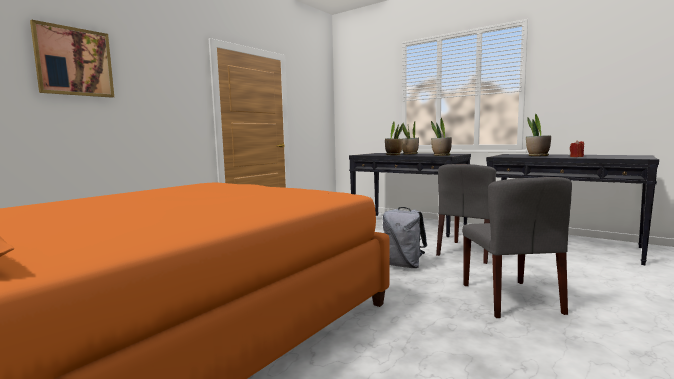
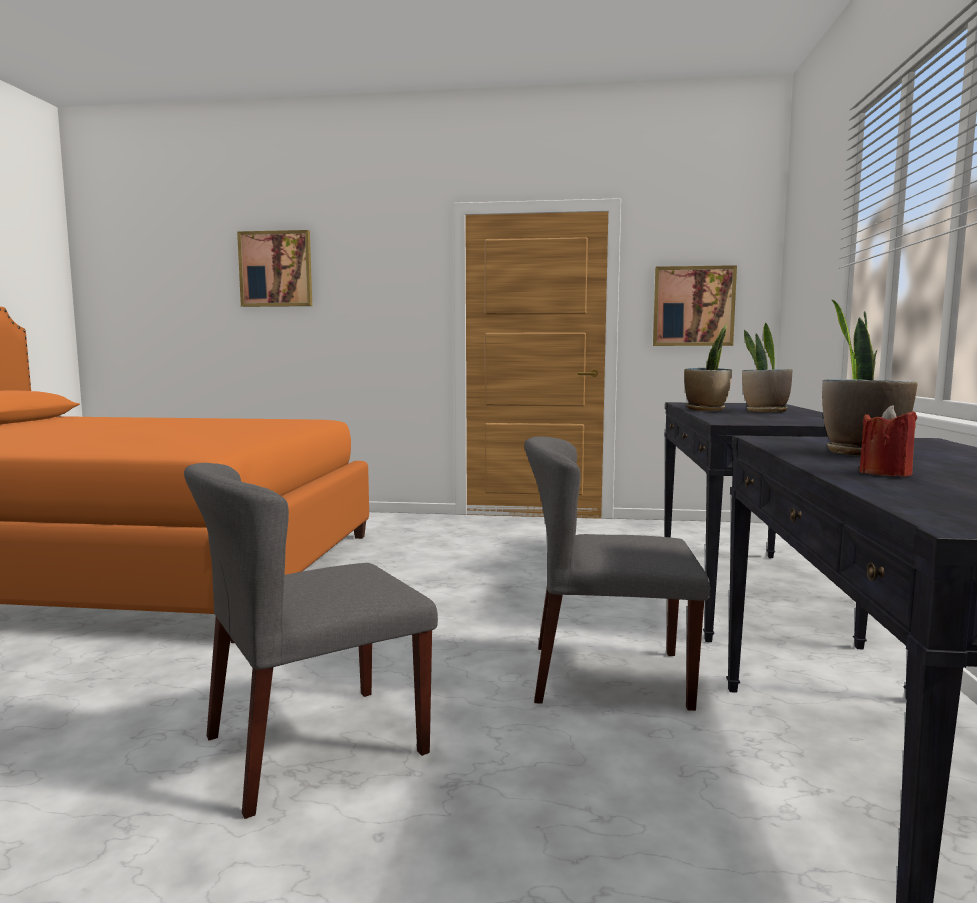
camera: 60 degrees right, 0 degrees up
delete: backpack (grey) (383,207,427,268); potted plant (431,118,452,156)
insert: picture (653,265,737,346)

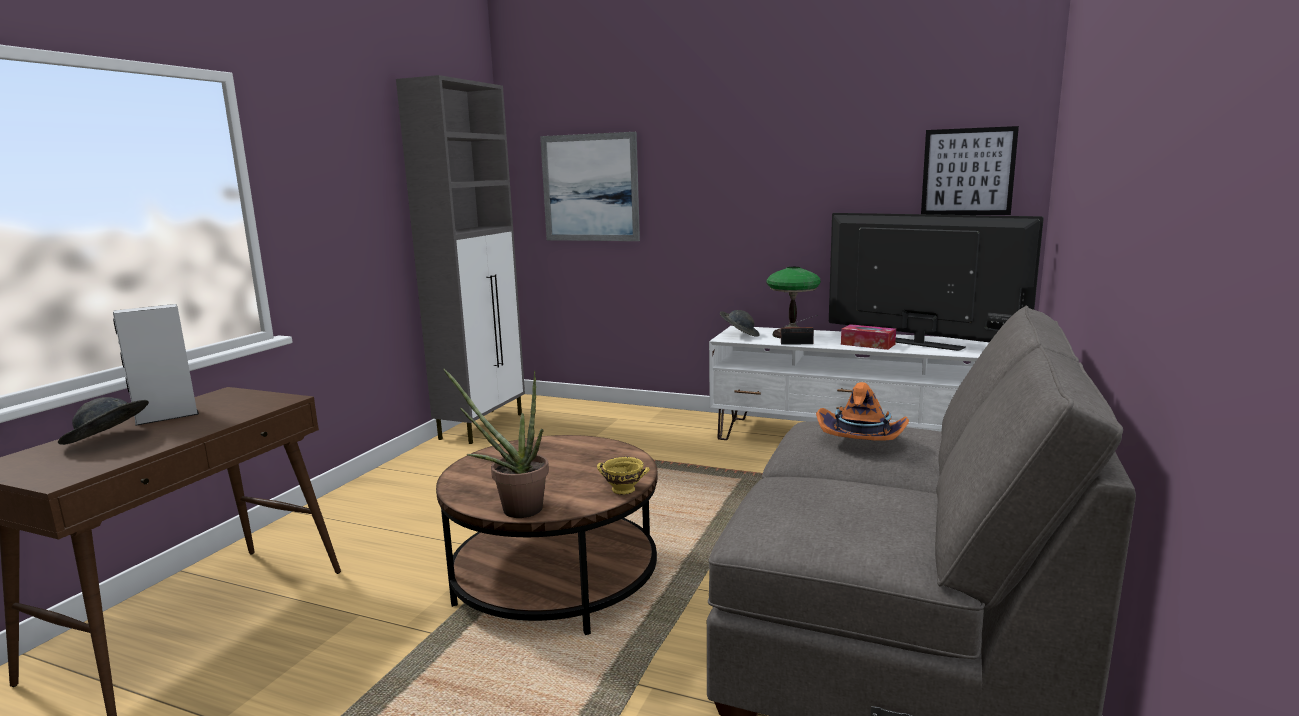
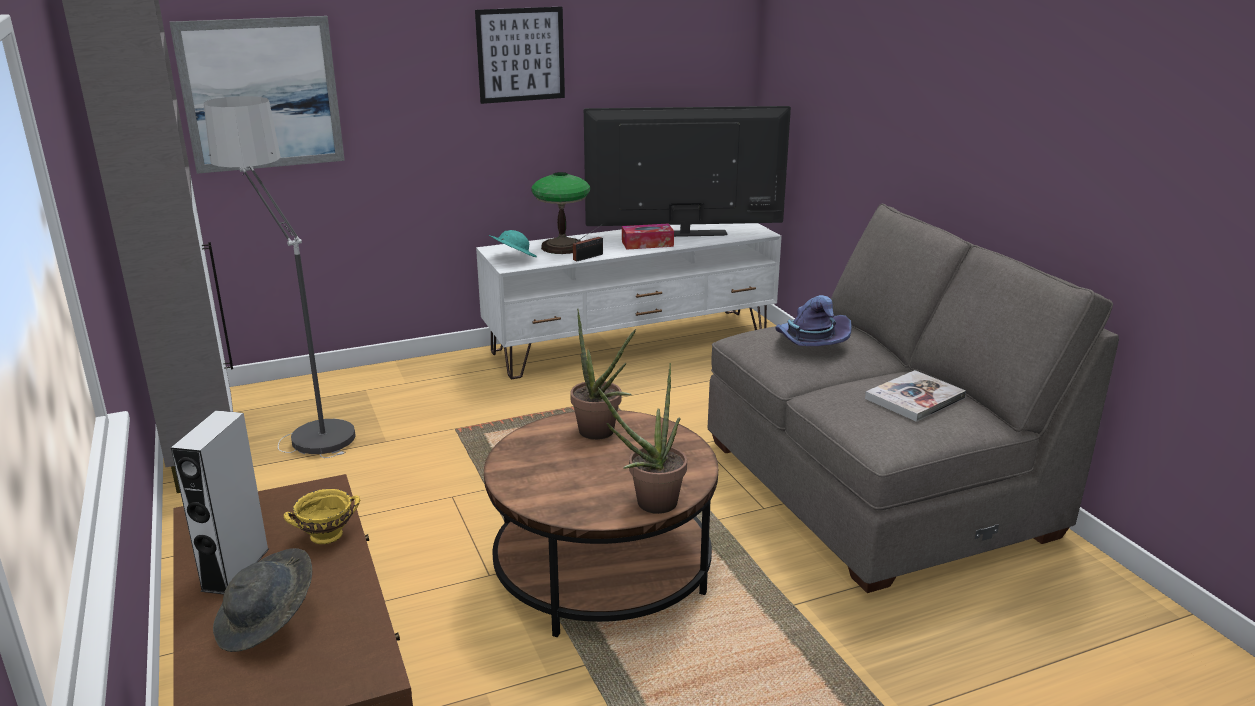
camera: 45 degrees left, 10 degrees up
insert: floor lamp (204,96,356,458); potted plant (570,309,636,440); book (865,370,966,422)
move: bowl (yellow) (597,457,650,495) to (284,489,360,544); picture (921,126,1019,215) to (475,7,565,104)
recolor: hat (grey) (720,310,760,337) to hat (turquoise) (489,230,537,257); hat (orange) (816,382,909,440) to hat (purple) (775,295,852,346)

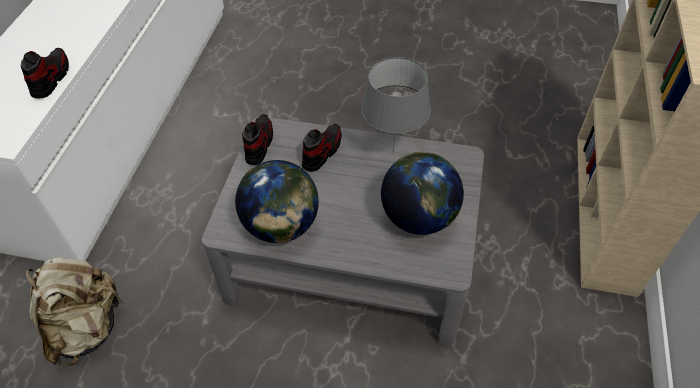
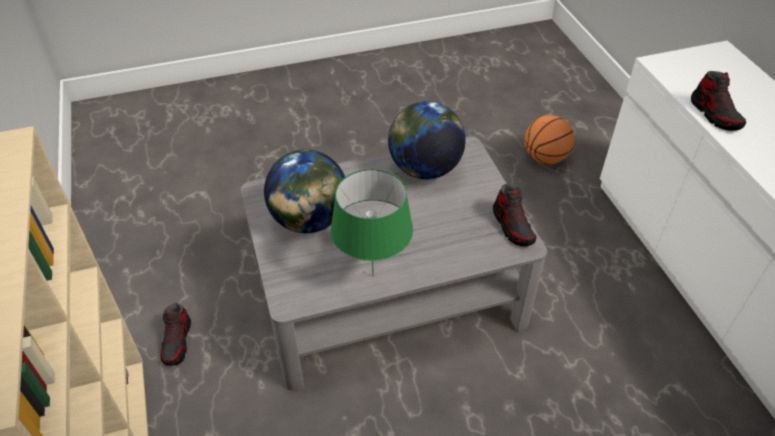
camera: 150 degrees right, 5 degrees down
move: shoe (302,124,342,172) to (160,303,191,366)
replace: backpack (beige) (25,258,124,366) to basketball (524,115,575,164)
recolor: table lamp (grey) (362,57,431,152) to table lamp (green) (330,169,413,277)

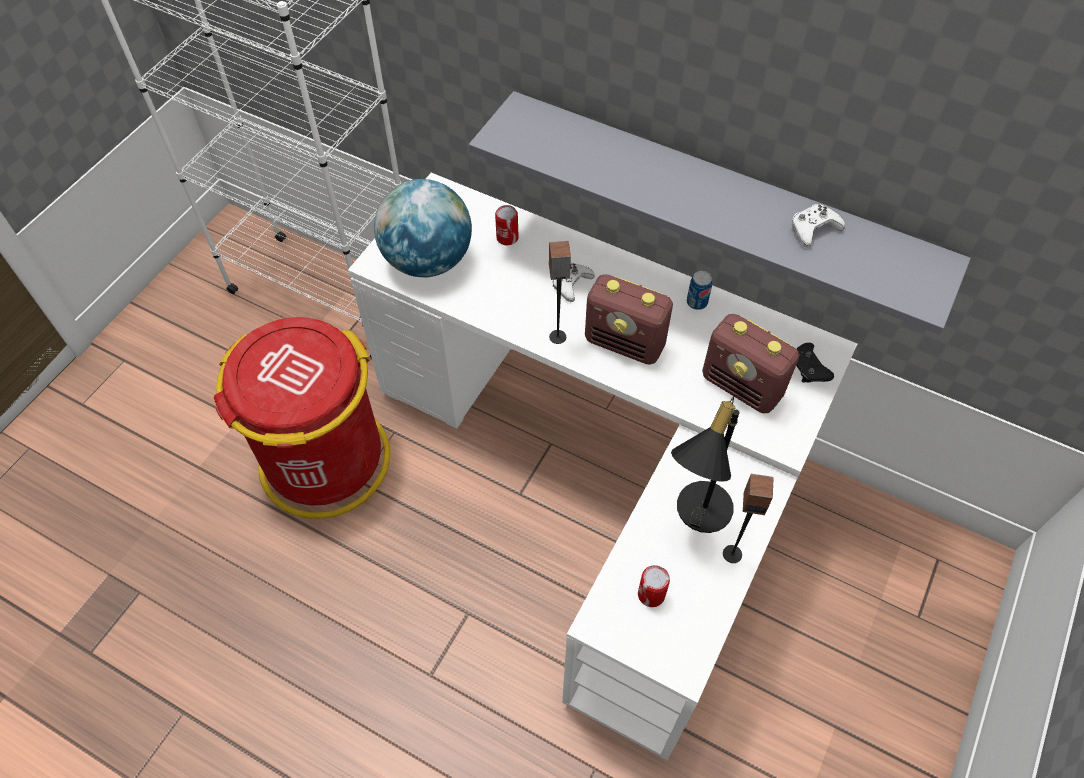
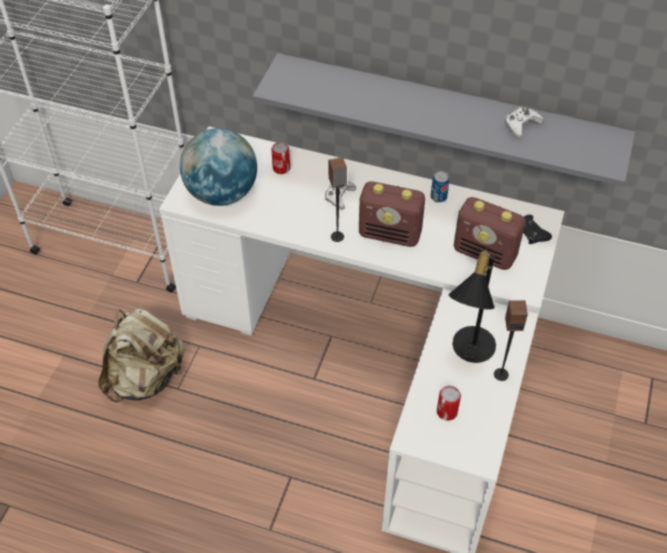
camera: 10 degrees left, 5 degrees down
replace: trash can (red) (214,317,390,519) to backpack (beige) (99,308,185,402)

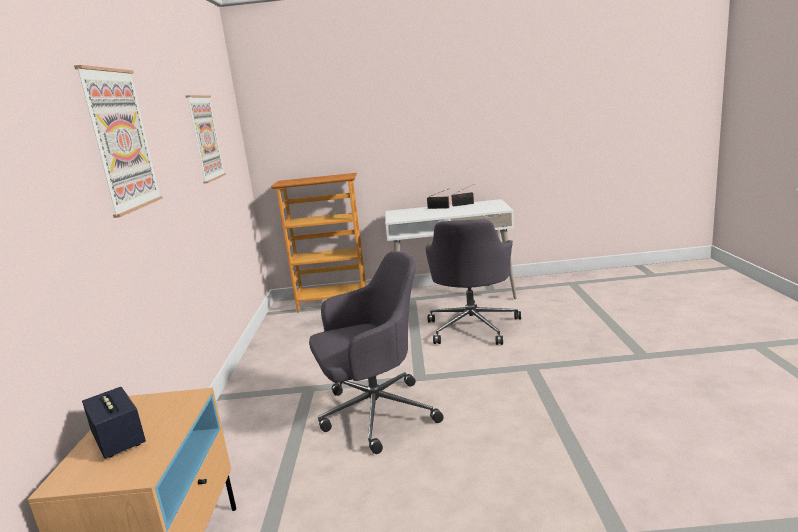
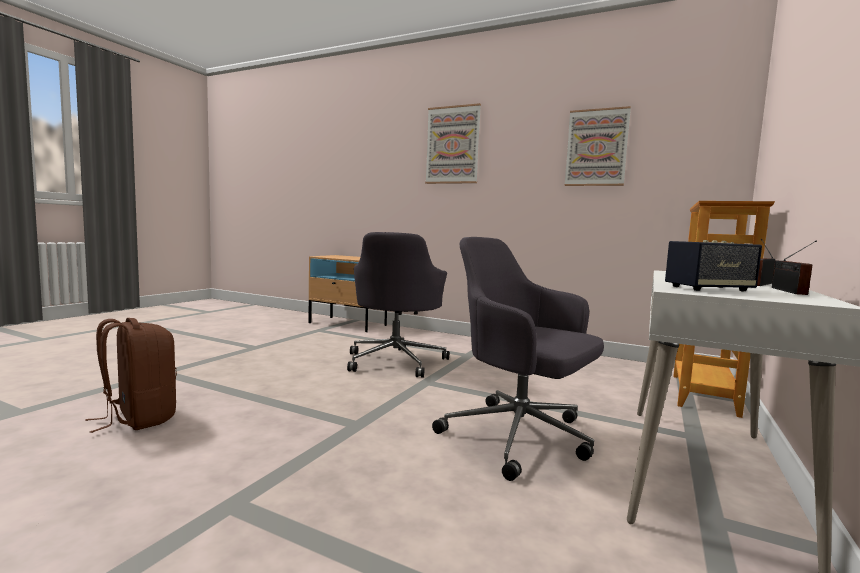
camera: 115 degrees right, 10 degrees down
insert: backpack (brown) (85,318,177,433)
move: speaker (82,387,146,459) to (665,240,762,291)

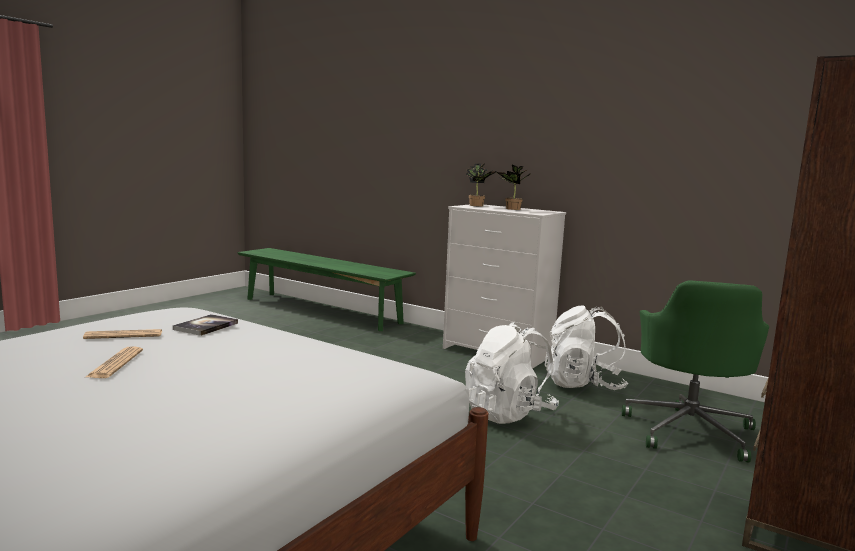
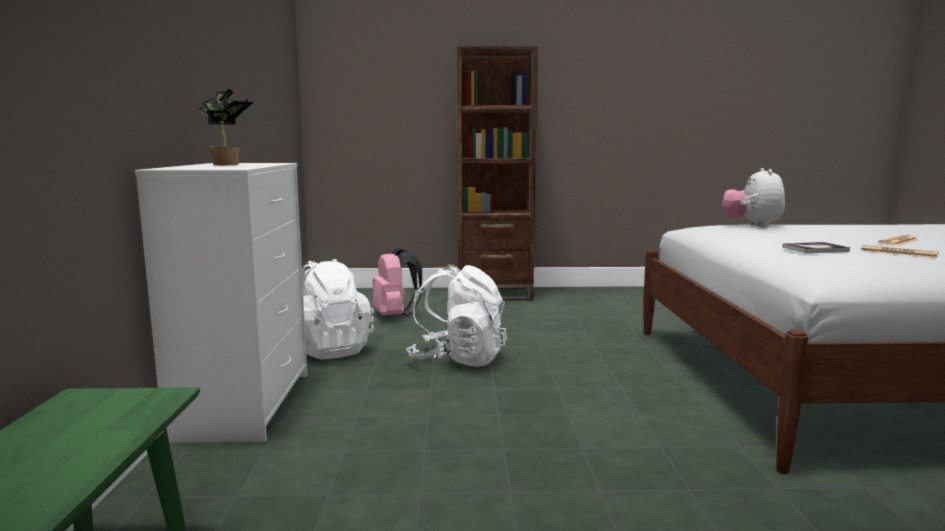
camera: 125 degrees left, 0 degrees up
delete: potted plant (466,163,497,206)
insert: plush toy (722,168,785,228)
replace: office chair (green) (622,280,769,463) to backpack (pink) (372,248,422,316)

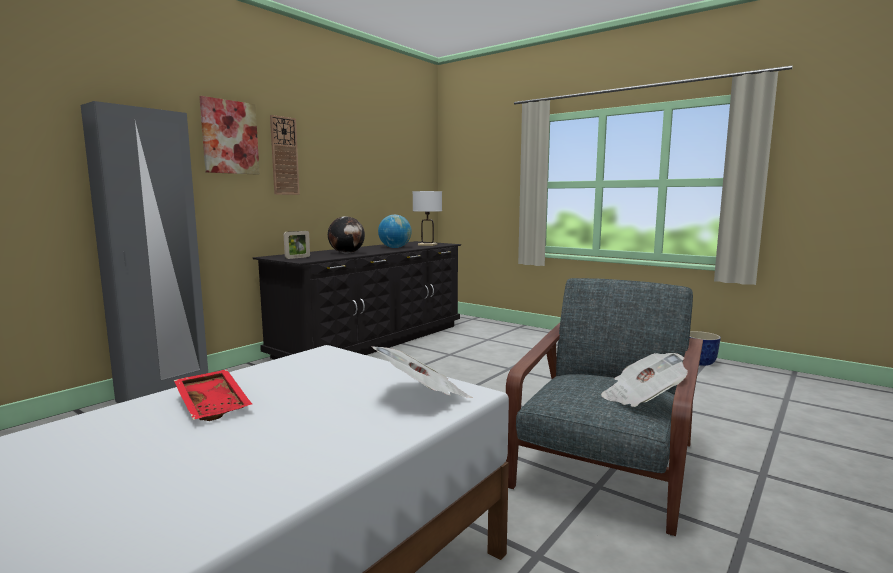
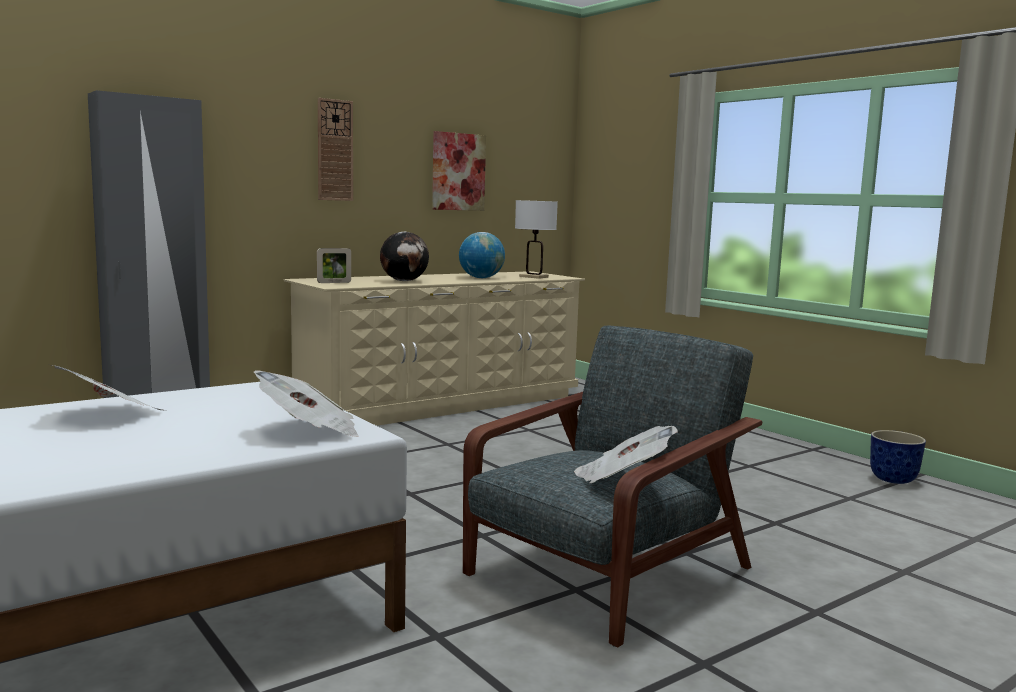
camera: 15 degrees right, 0 degrees up
move: picture (199,96,260,175) to (432,131,486,211)
replace: tray (red) (174,369,252,421) to newspaper (53,365,162,410)
recolor: dresser (black) (253,241,461,360) to dresser (beige) (284,271,585,426)

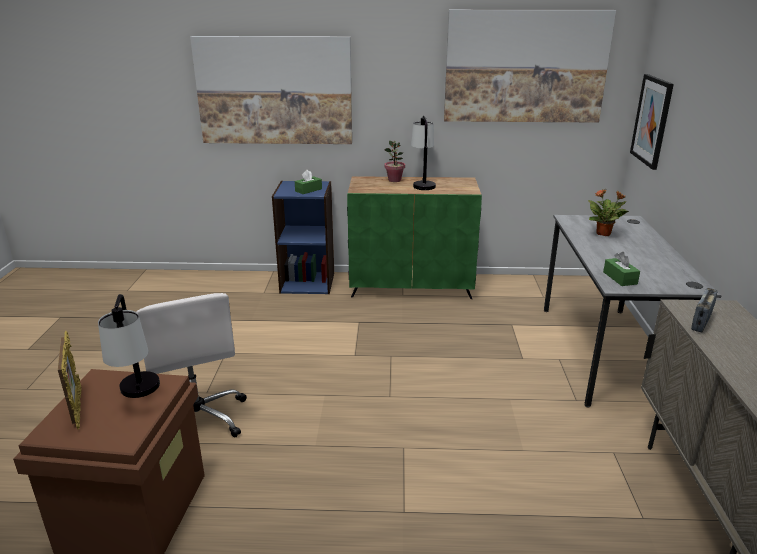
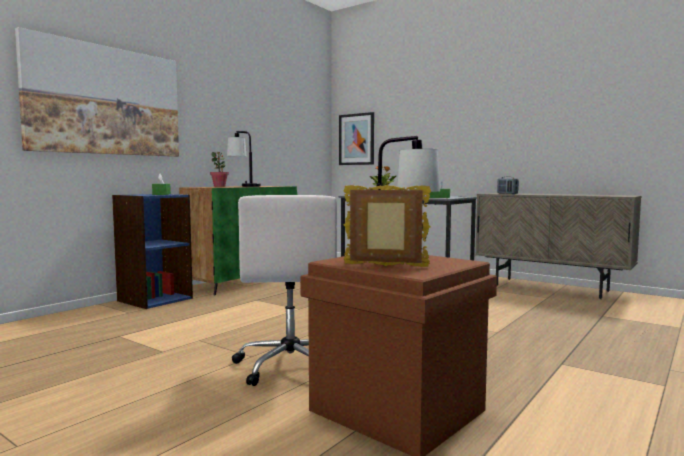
camera: 55 degrees left, 20 degrees down
delete: picture (444,10,616,123)
rotate: office chair (white) (136,293,247,437) = (232,195,337,386) 75 degrees clockwise

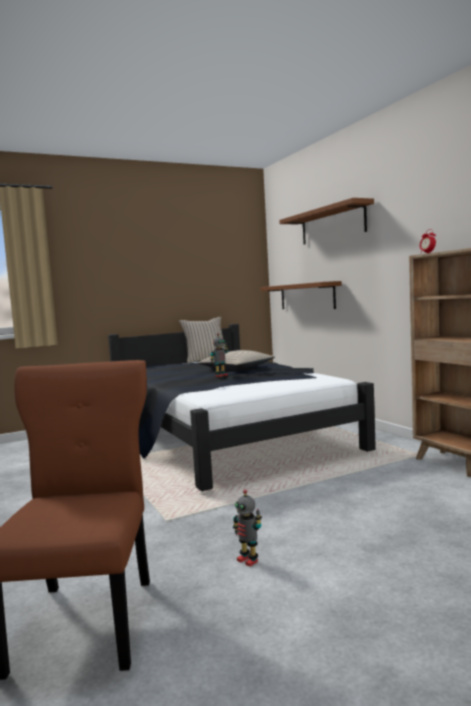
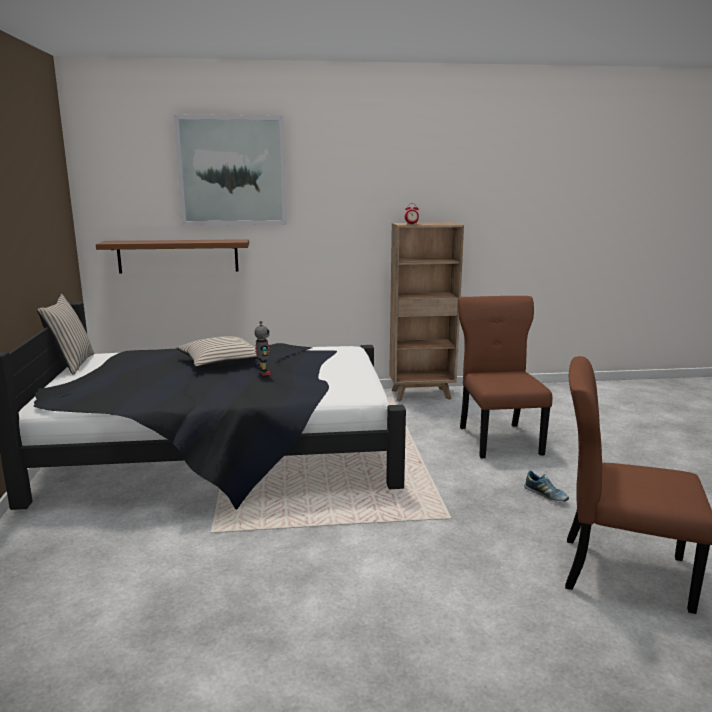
camera: 70 degrees left, 10 degrees up
insert: chair (brown) (458,296,552,459)
replace: toy robot (233,490,262,567) to shoe (524,471,569,502); shelf (brown) (279,198,374,245) to picture (174,115,287,226)

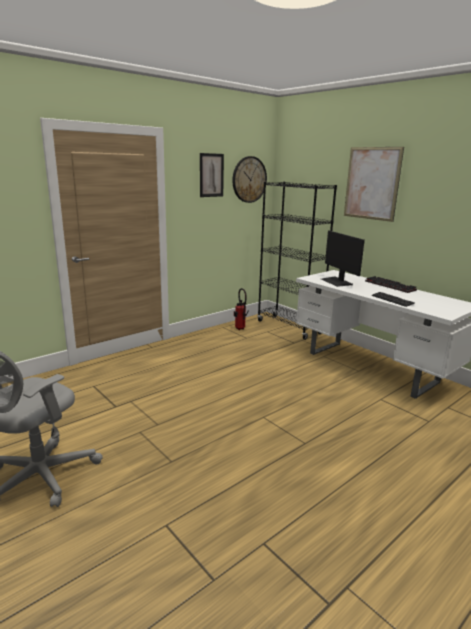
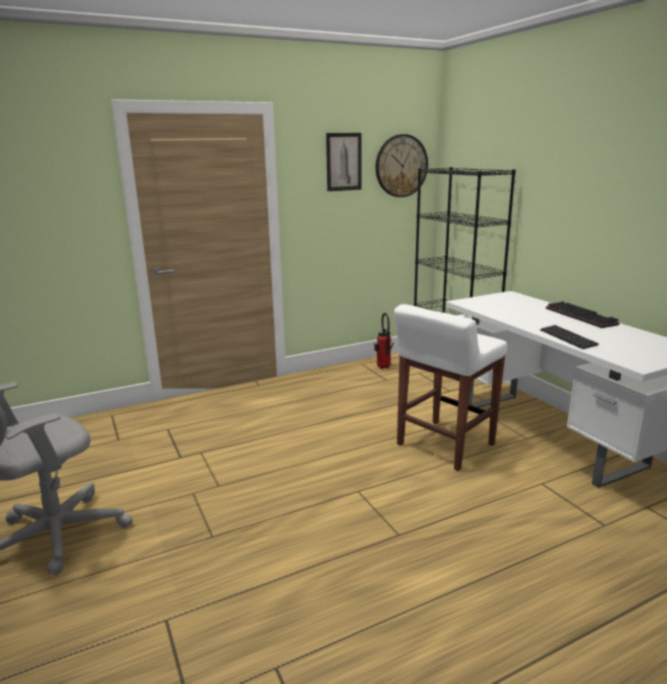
camera: 15 degrees right, 0 degrees up
delete: monitor (321,231,365,287); picture (344,147,404,222)
insert: stool (white) (394,304,508,471)

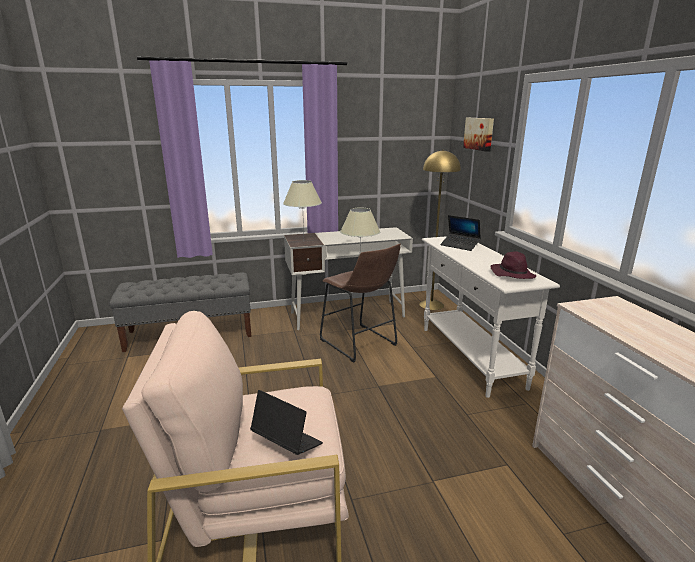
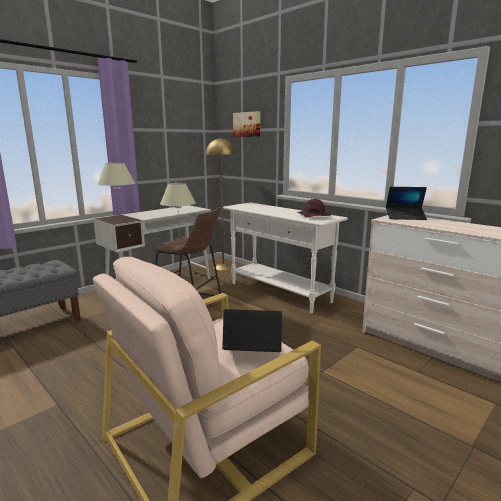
camera: 30 degrees left, 5 degrees down
move: laptop (440,215,481,251) to (386,187,427,220)

